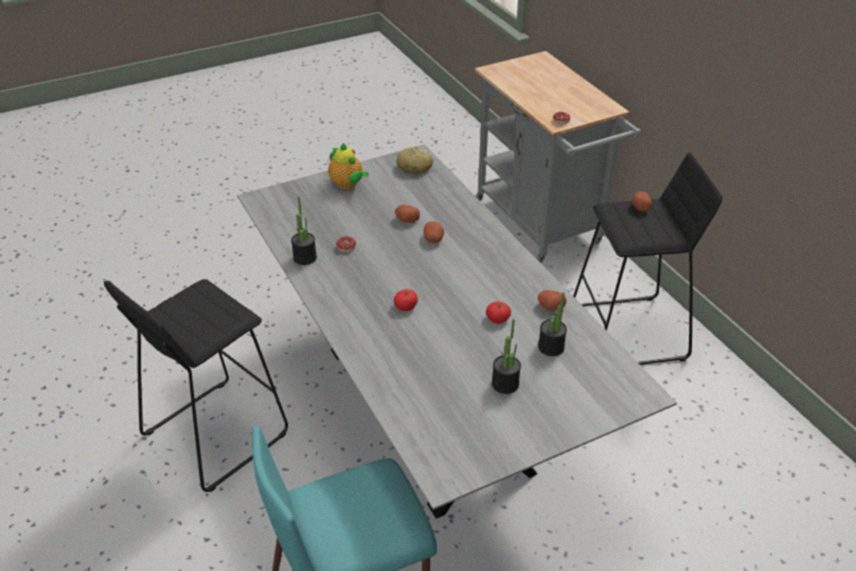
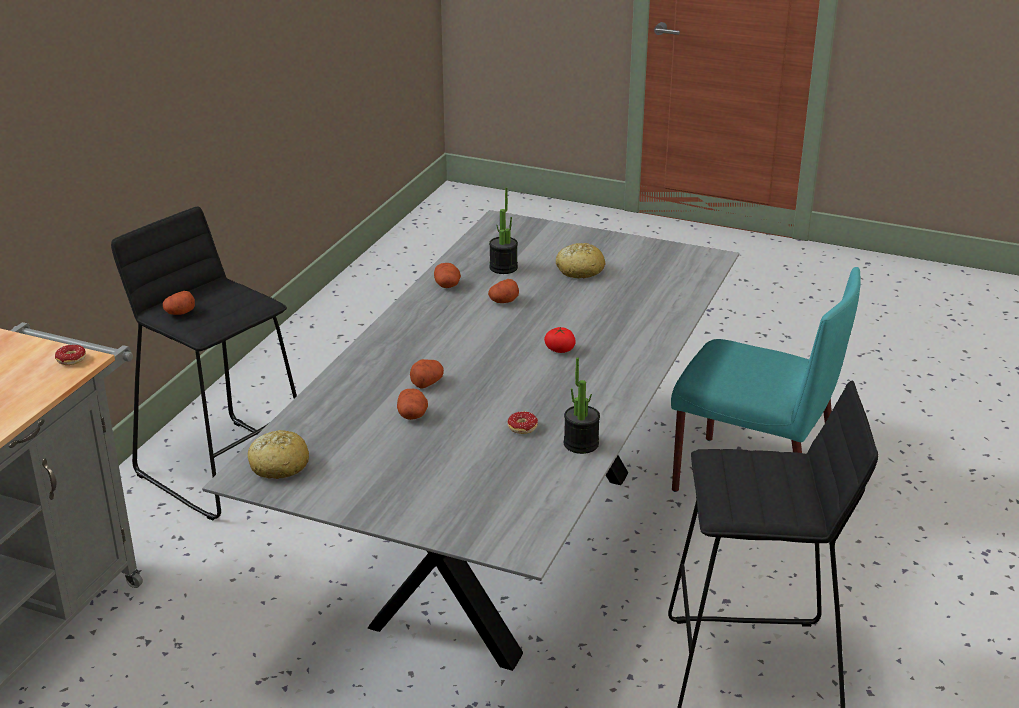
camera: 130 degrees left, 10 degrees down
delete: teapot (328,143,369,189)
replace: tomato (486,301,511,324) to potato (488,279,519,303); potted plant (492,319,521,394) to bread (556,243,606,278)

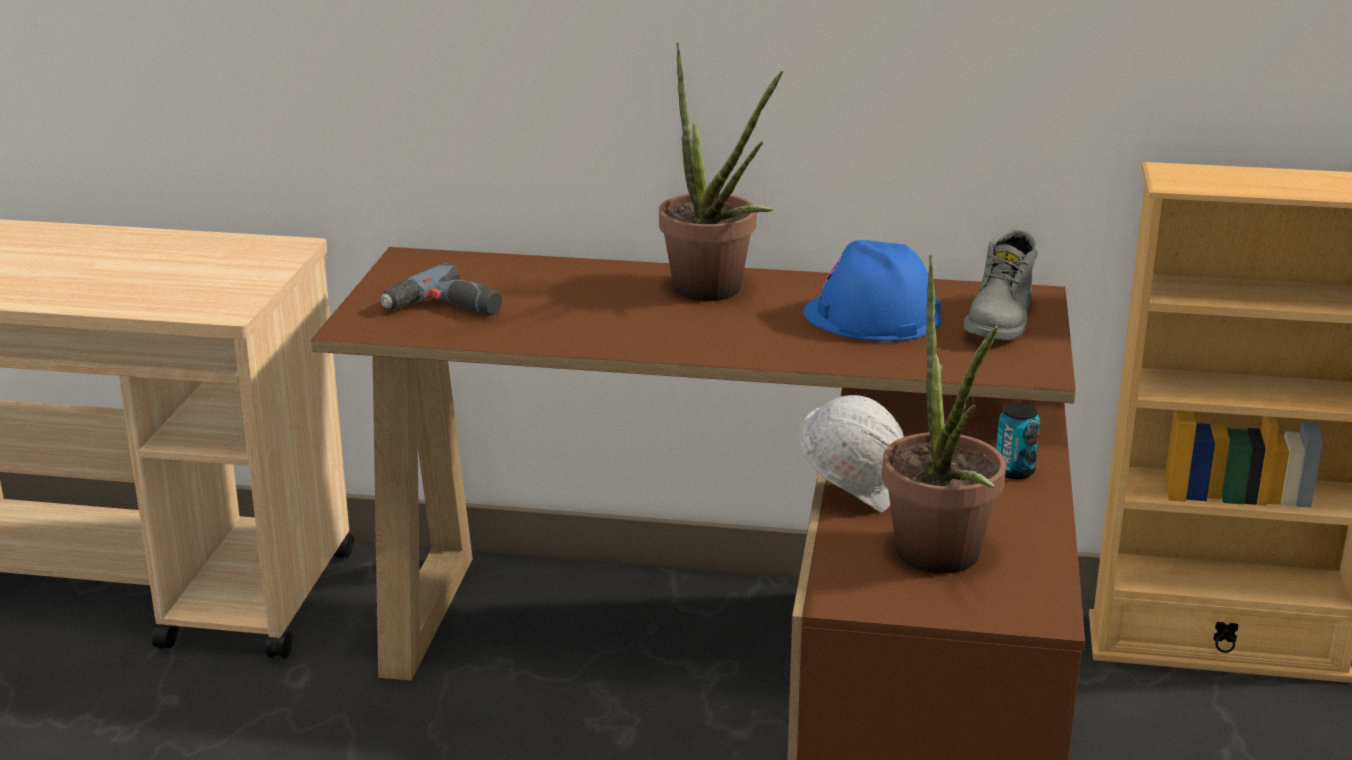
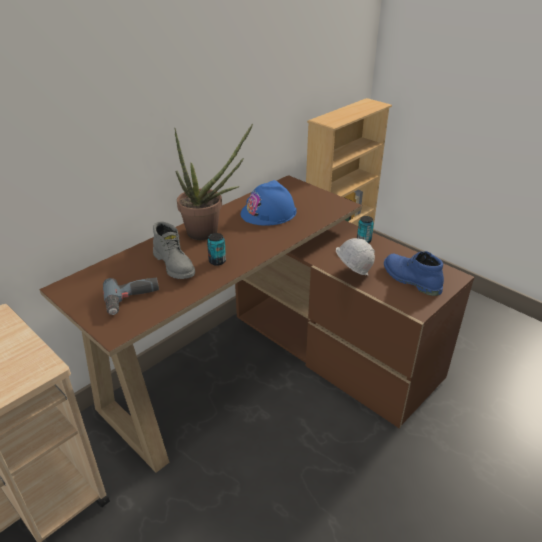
camera: 55 degrees left, 10 degrees up
insert: can (207,233,226,266)
move: boot (grey) (963,229,1039,340) to (153,221,195,279)
replace: potted plant (882,255,1006,574) to boot (blue) (384,251,444,296)

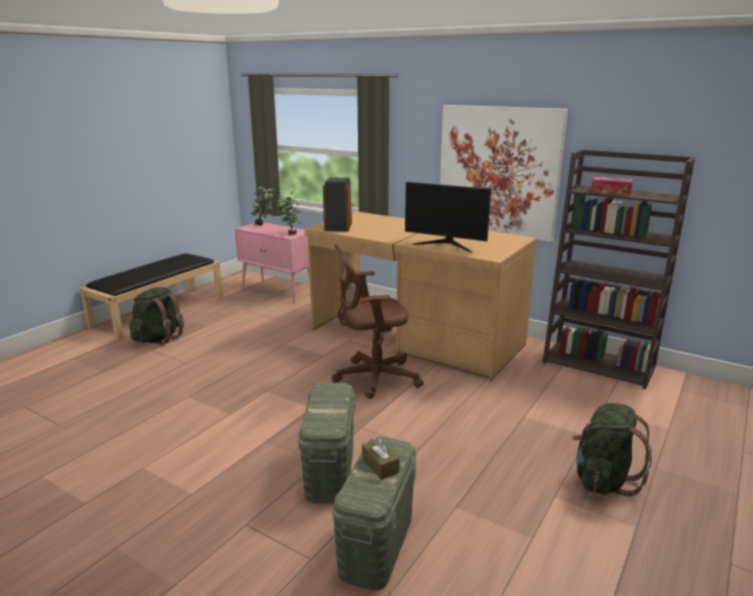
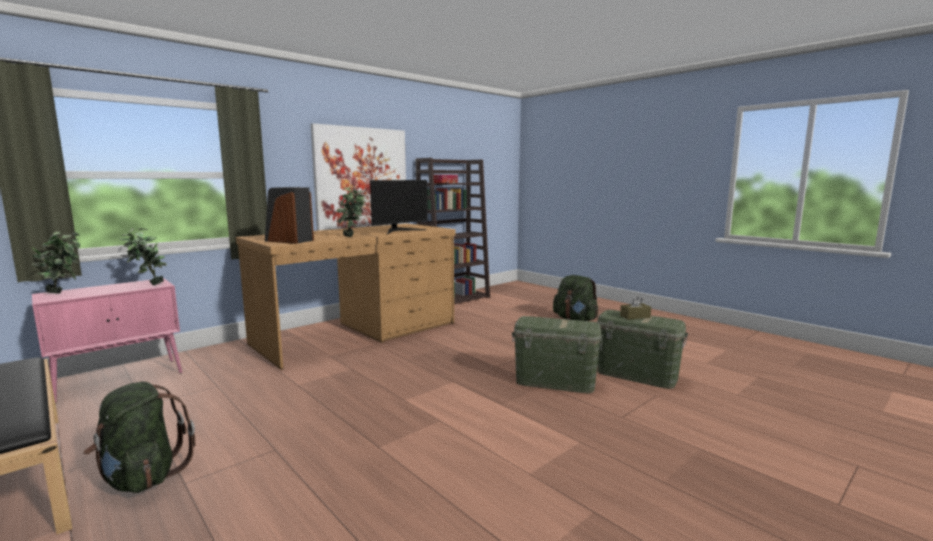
camera: 75 degrees left, 10 degrees down
delete: office chair (brown) (331,244,423,399)
insert: potted plant (336,187,366,237)

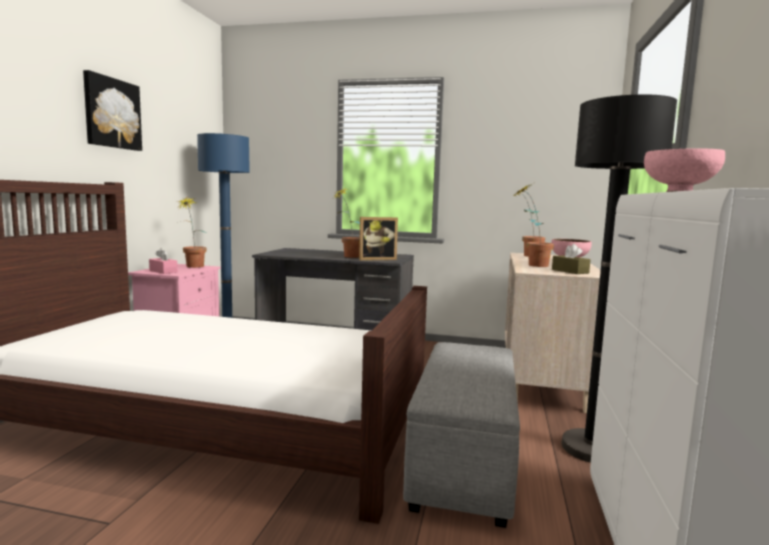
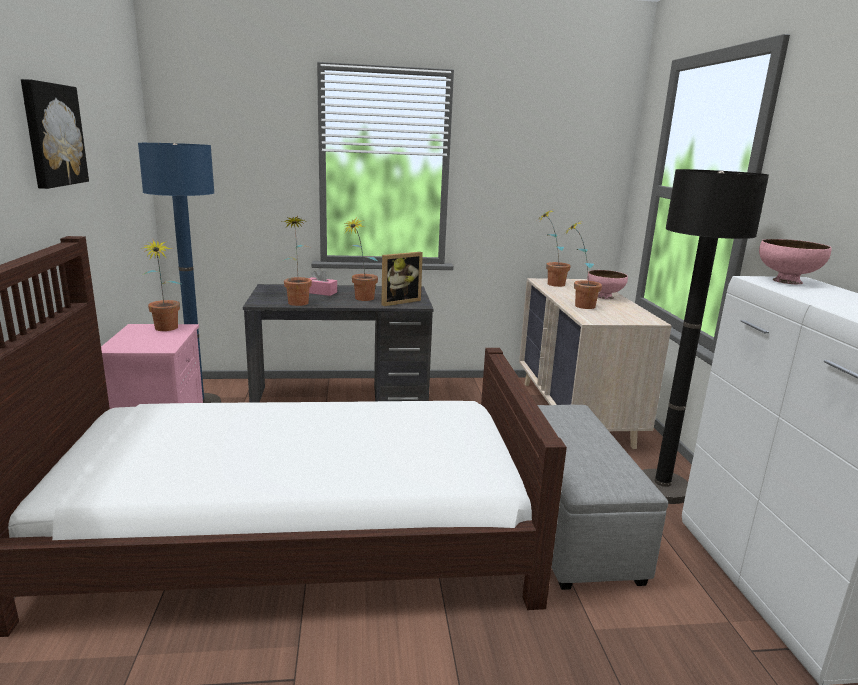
camera: 20 degrees left, 10 degrees up
delete: tissue box (brown) (552,244,591,274)
insert: potted plant (279,216,312,306)
move: tissue box (pink) (149,248,178,274) to (309,268,337,296)

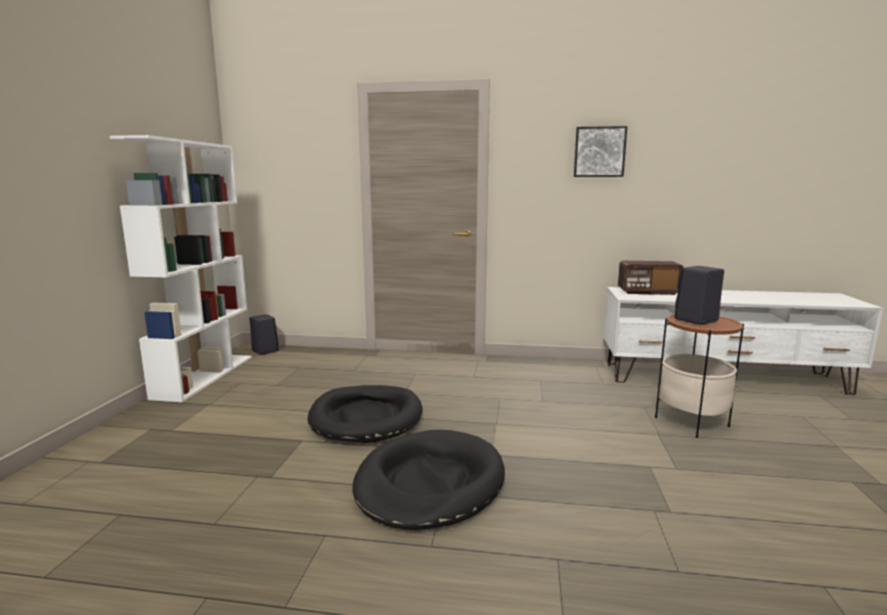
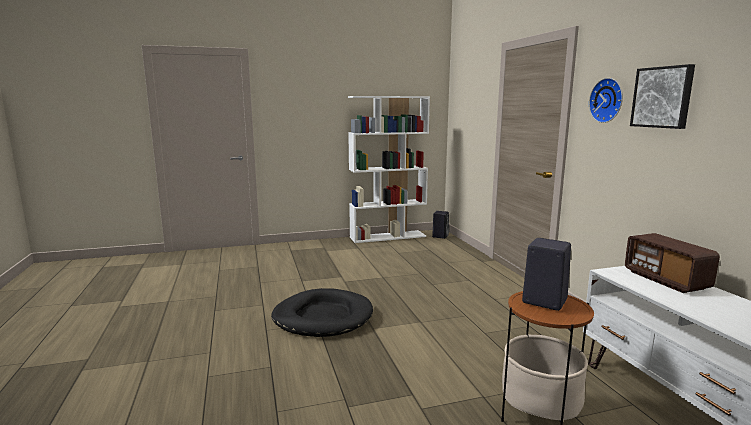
camera: 65 degrees right, 0 degrees up
delete: dog bed (black) (307,385,422,443)
insert: wall clock (589,78,623,123)

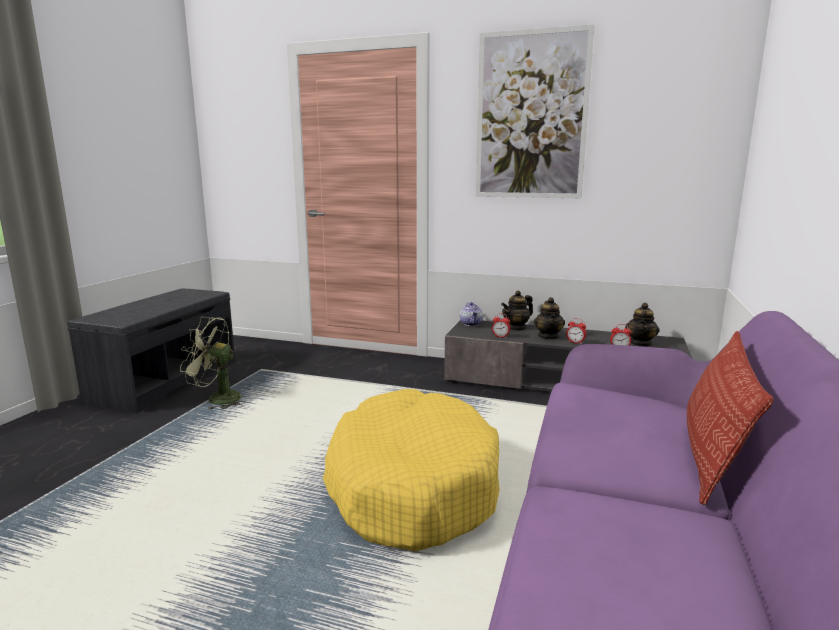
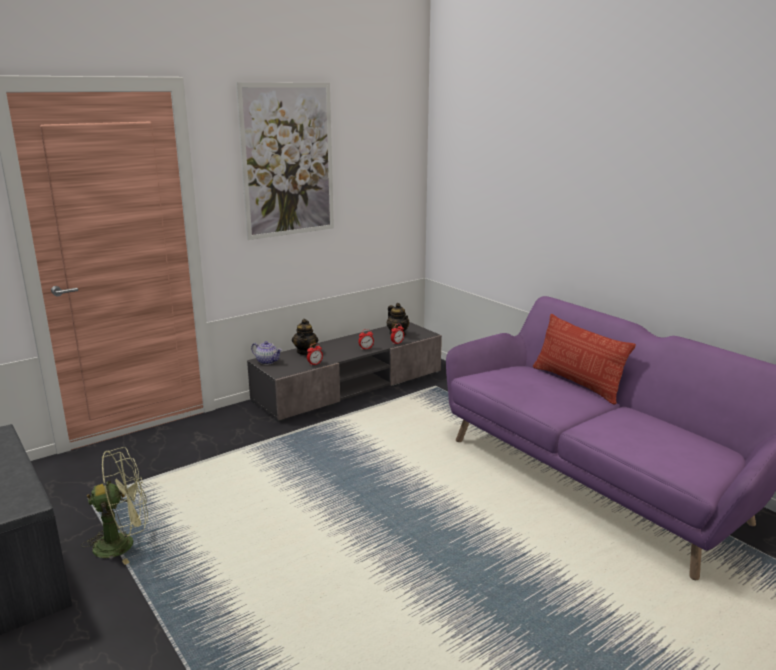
camera: 55 degrees left, 5 degrees up
delete: dog bed (yellow) (323,389,500,551); teapot (534,297,565,340)
rotate: fan (green) (180,317,246,410) = (81,447,148,565) 150 degrees counterclockwise

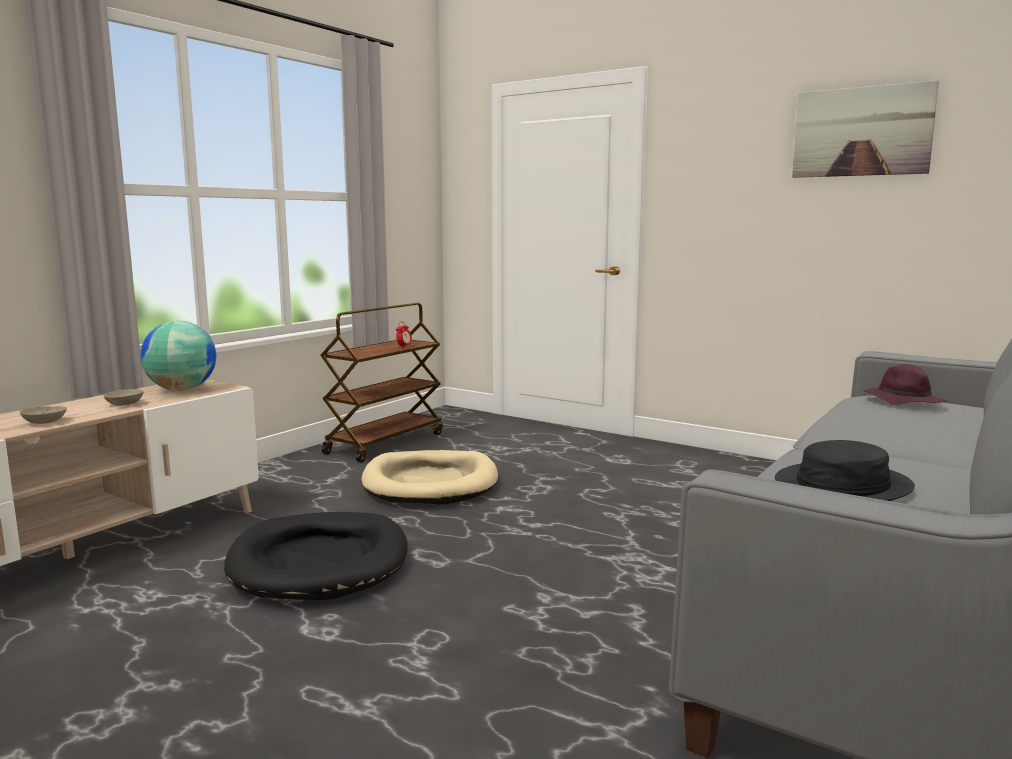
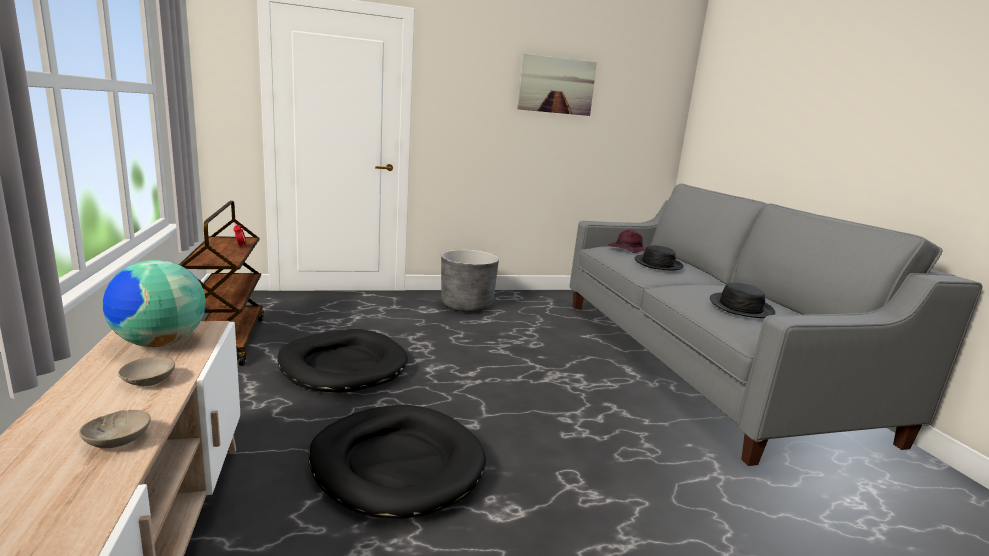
camera: 50 degrees left, 5 degrees up
insert: planter (grey) (441,249,499,312); hat (black) (635,245,683,271)
recolor: dog bed (beige) (362,450,498,505) to dog bed (black) (277,329,408,393)

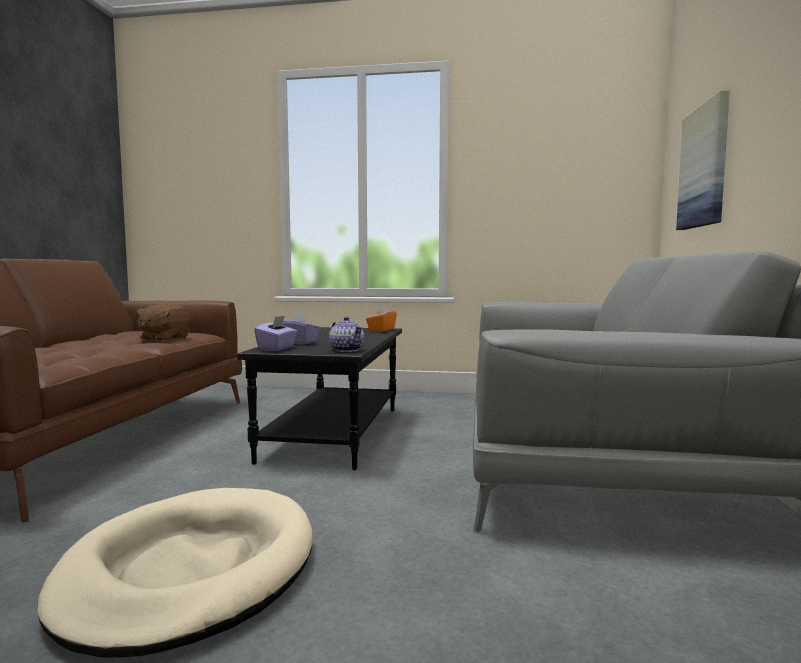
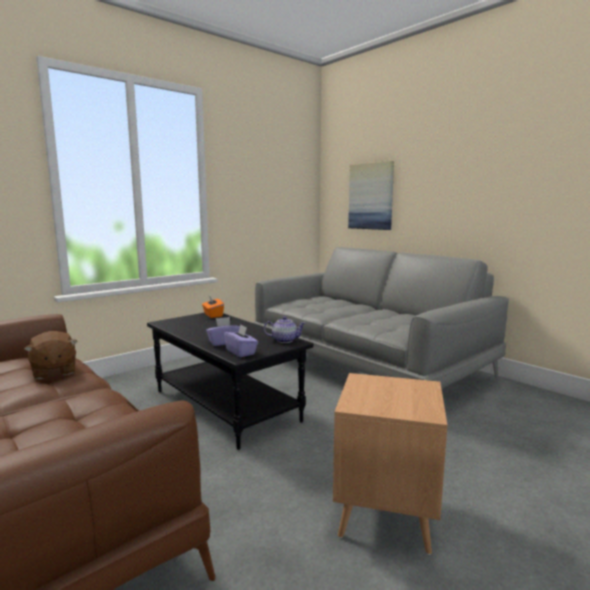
camera: 50 degrees left, 5 degrees up
replace: dog bed (beige) (37,488,313,658) to side table (brown) (333,373,447,555)

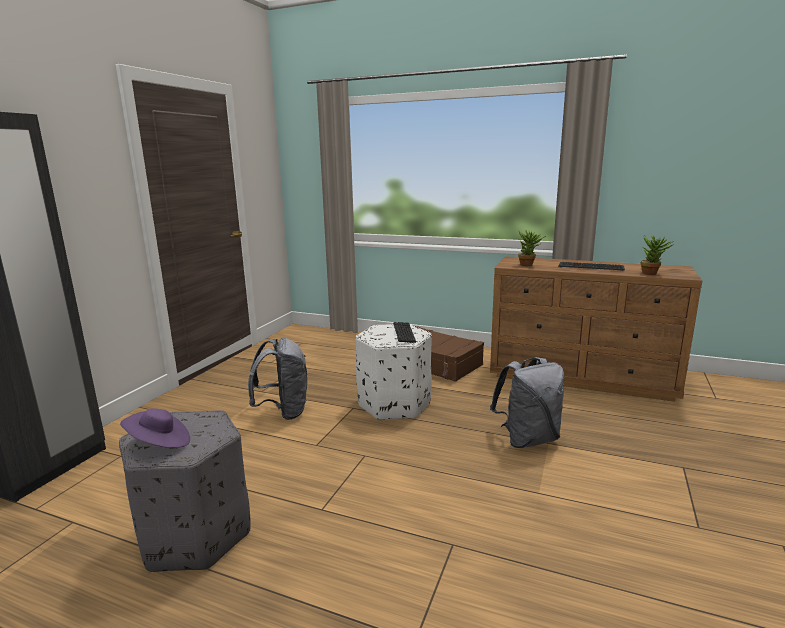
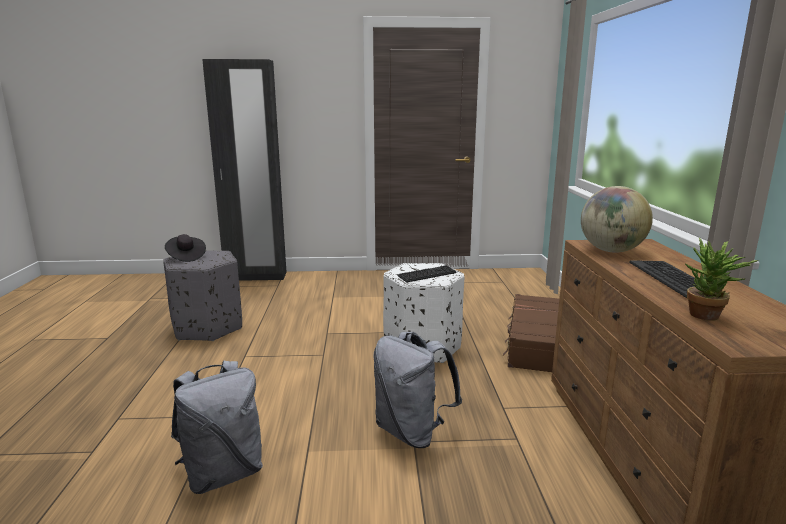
camera: 65 degrees right, 0 degrees up
move: backpack (grey) (248,338,307,420) to (171,361,263,494)
replace: potted plant (518,230,546,266) to globe (581,186,653,253)
recolor: hat (purple) (120,408,190,448) to hat (black) (165,234,206,262)

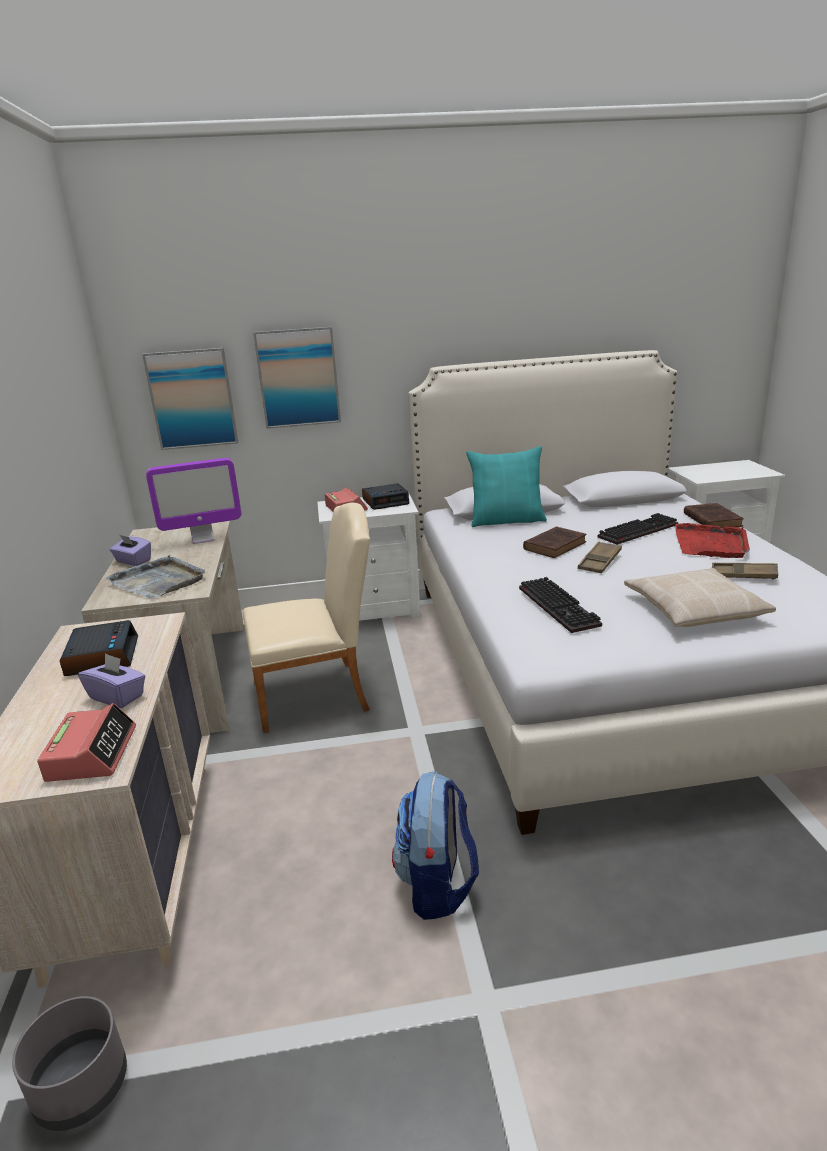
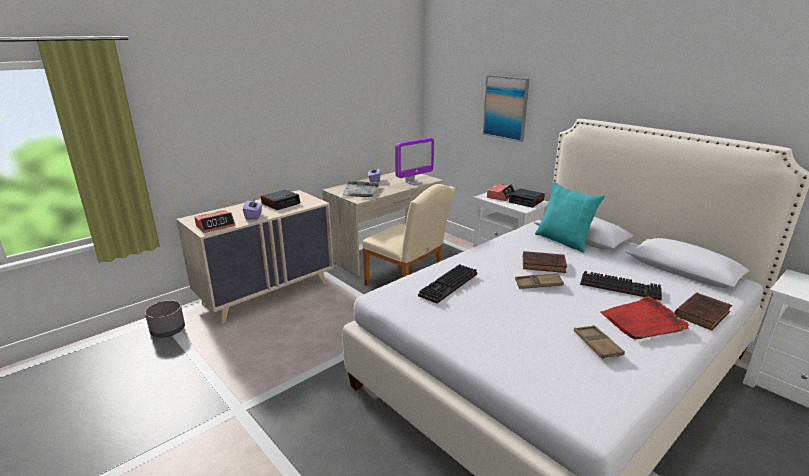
camera: 55 degrees right, 0 degrees up
delete: picture (142,348,238,450); backpack (392,772,479,920); pillow (beige) (624,568,776,627)
rotate: monitor (146,458,241,544) = (395,138,434,185) 75 degrees counterclockwise

